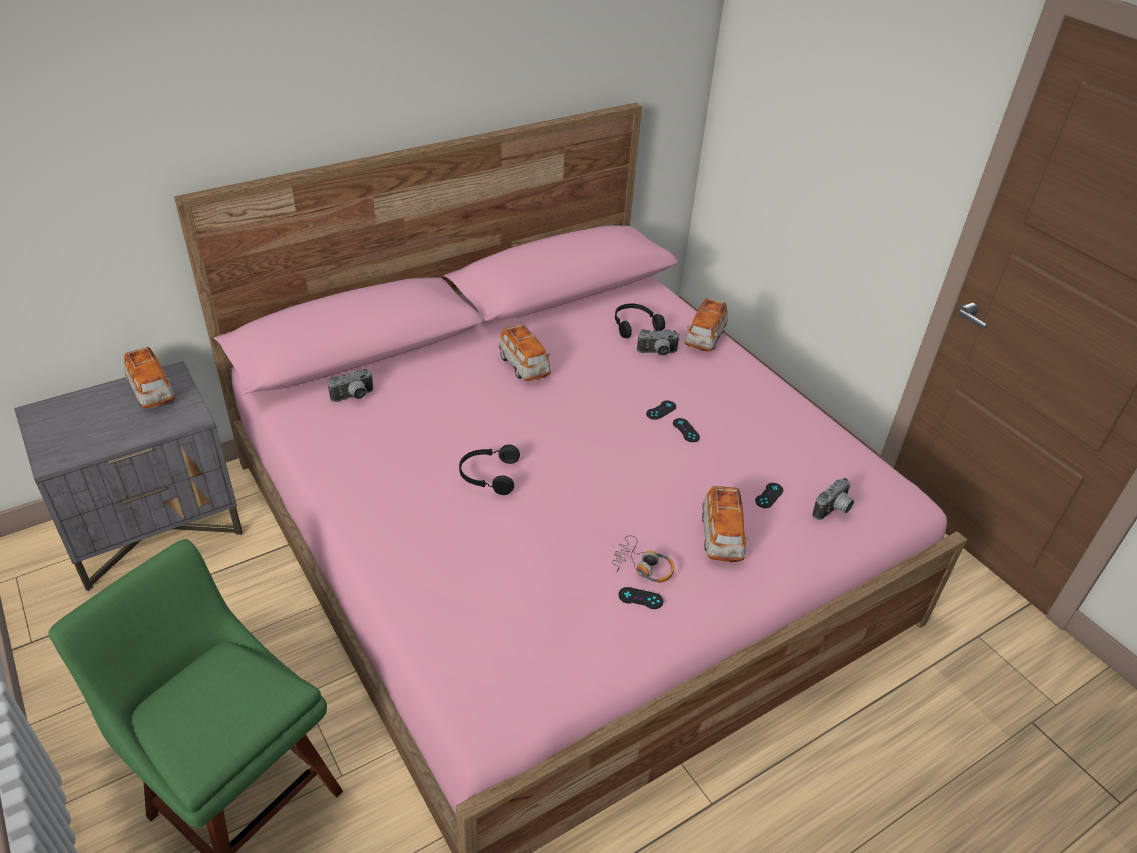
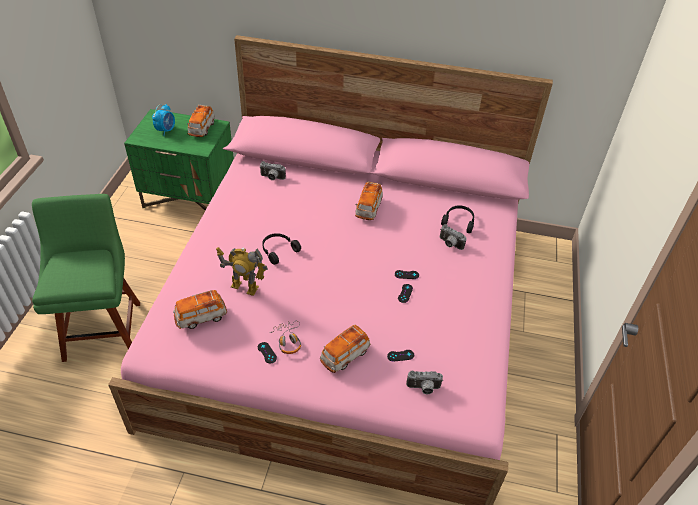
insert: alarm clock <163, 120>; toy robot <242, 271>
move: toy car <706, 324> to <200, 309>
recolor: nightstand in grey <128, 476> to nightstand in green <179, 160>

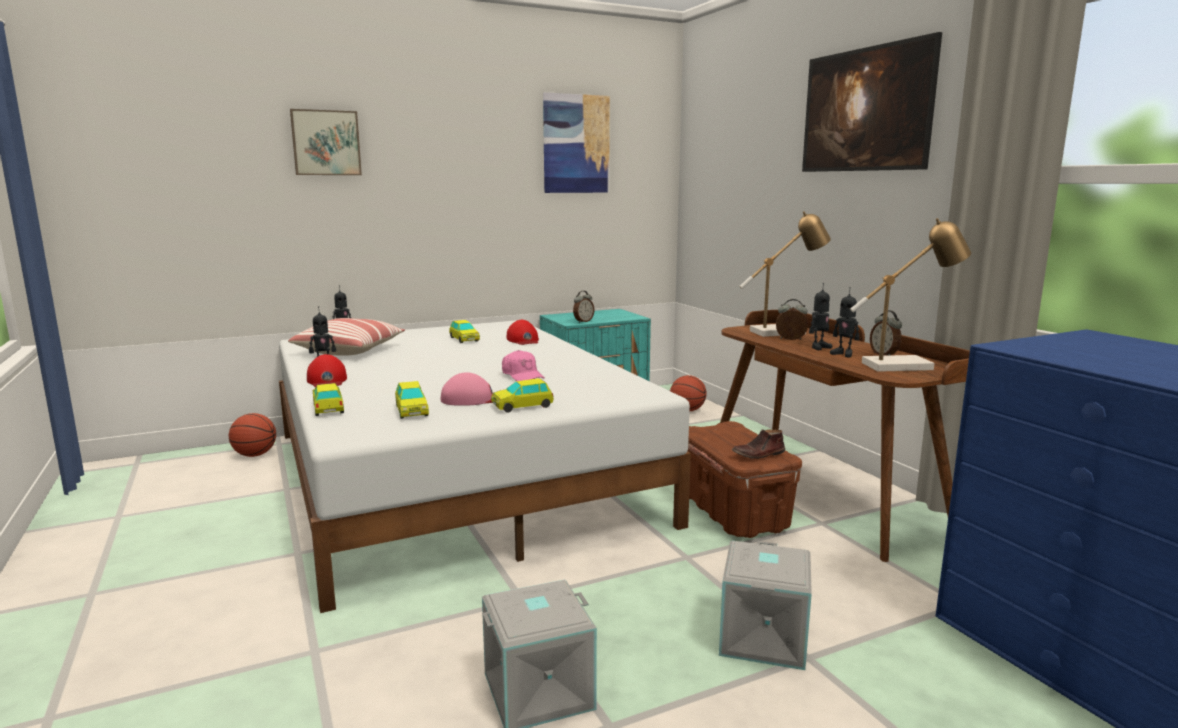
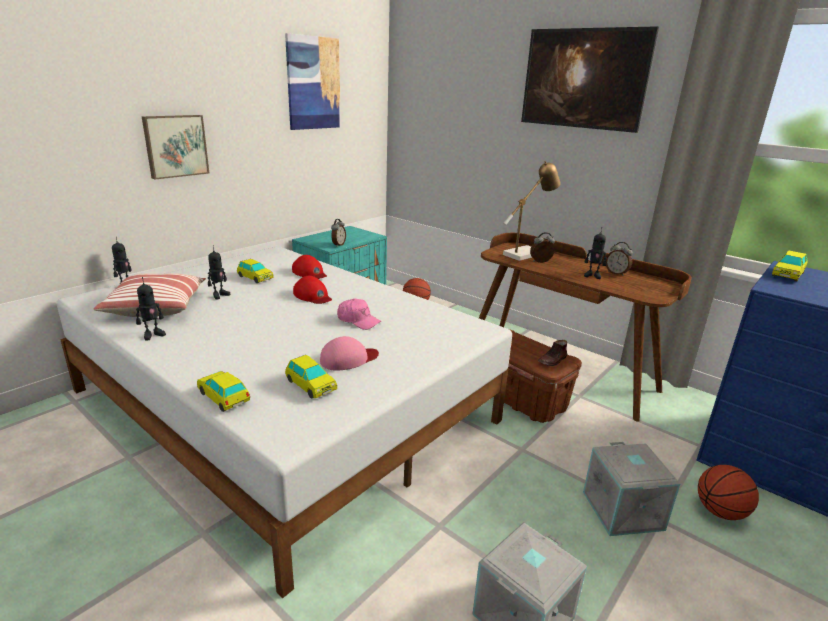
delete: table lamp <910, 295>
move: picture <326, 142> to <175, 147>; toy robot <820, 316> to <219, 272>; cap in red <327, 370> to <312, 290>; toy car <522, 395> to <790, 265>; basketball <252, 435> to <728, 492>

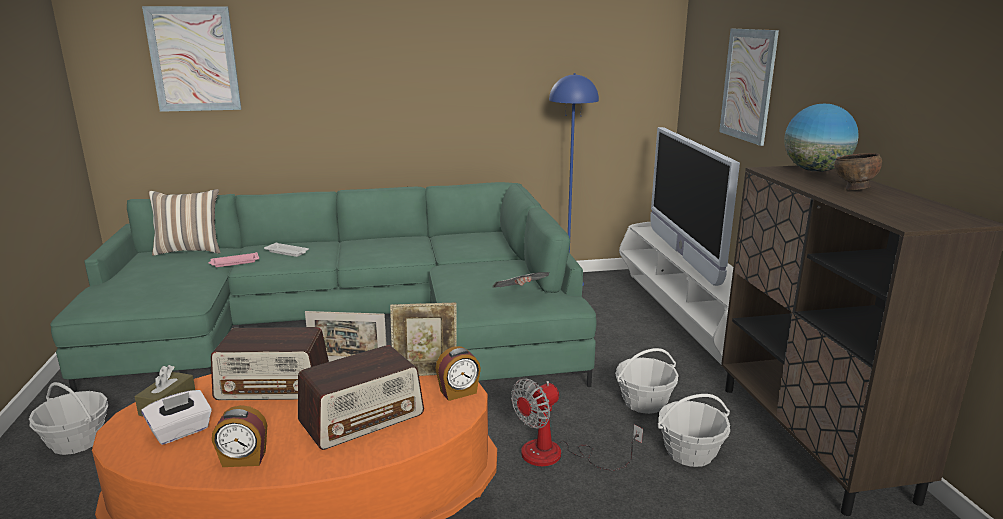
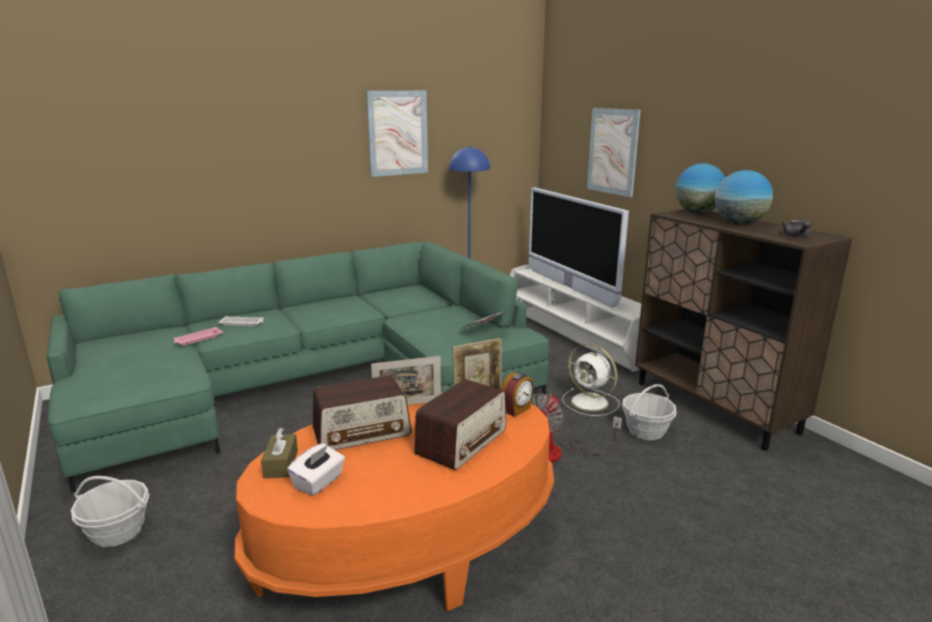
delete: pillow <184, 222>; alarm clock <239, 436>
insert: teapot in grey <796, 228>
move: picture <191, 59> to <397, 134>
replace: bowl in brown <858, 171> to globe <744, 197>; basket <647, 381> to fan in white <591, 379>

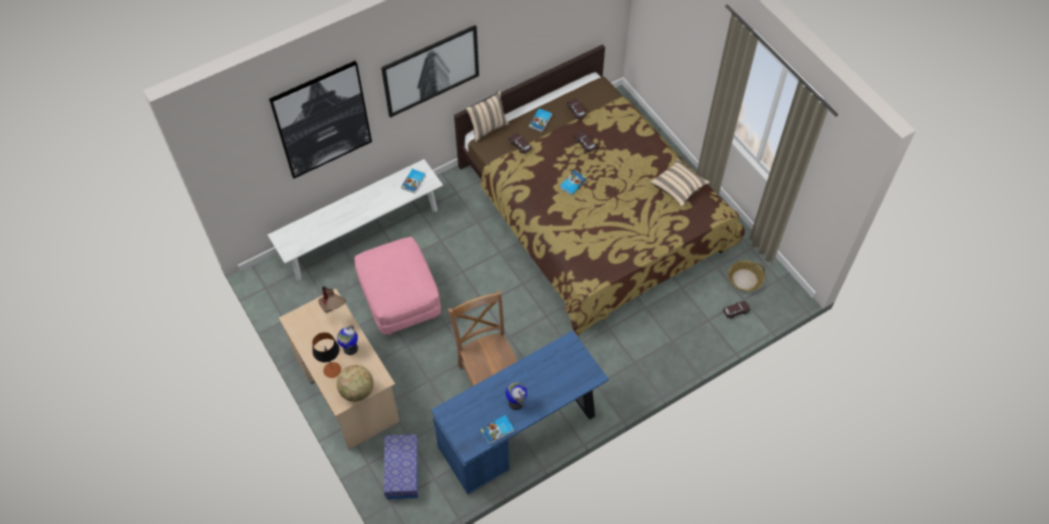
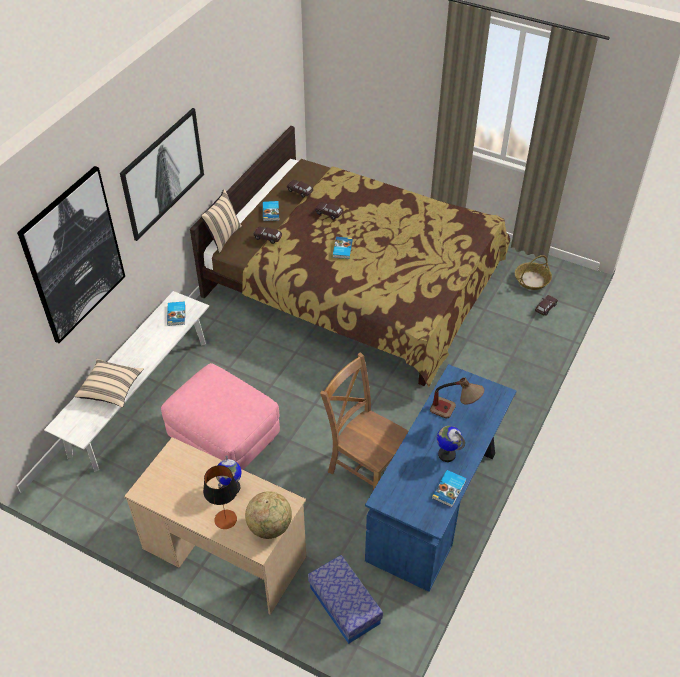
move: pillow in beige <680, 182> to <109, 383>; table lamp <332, 299> to <457, 398>

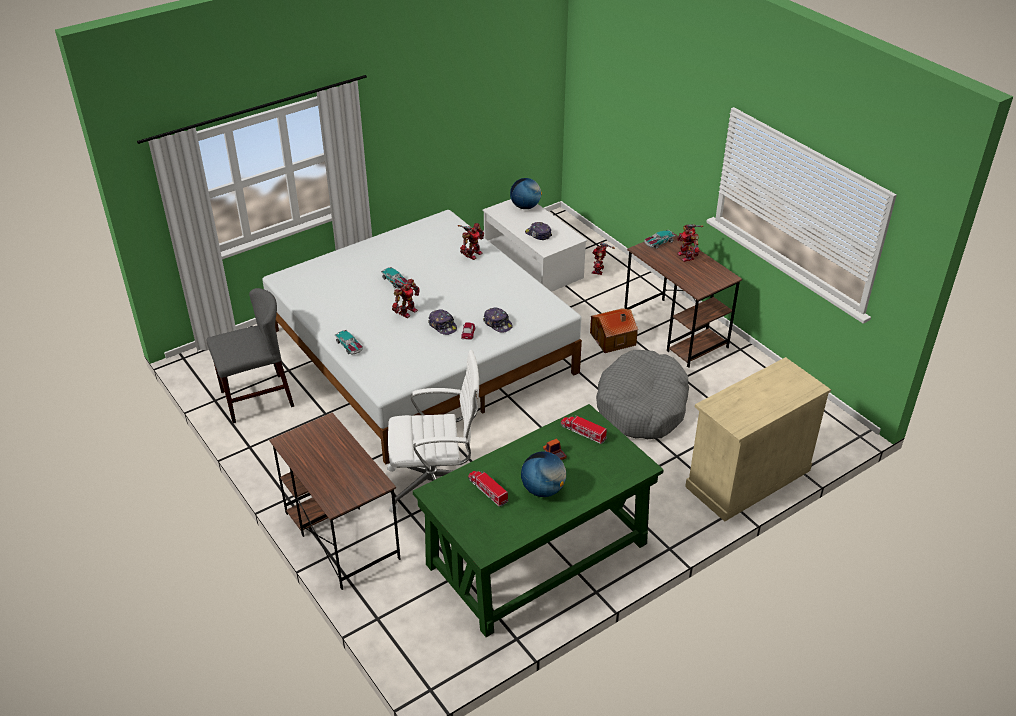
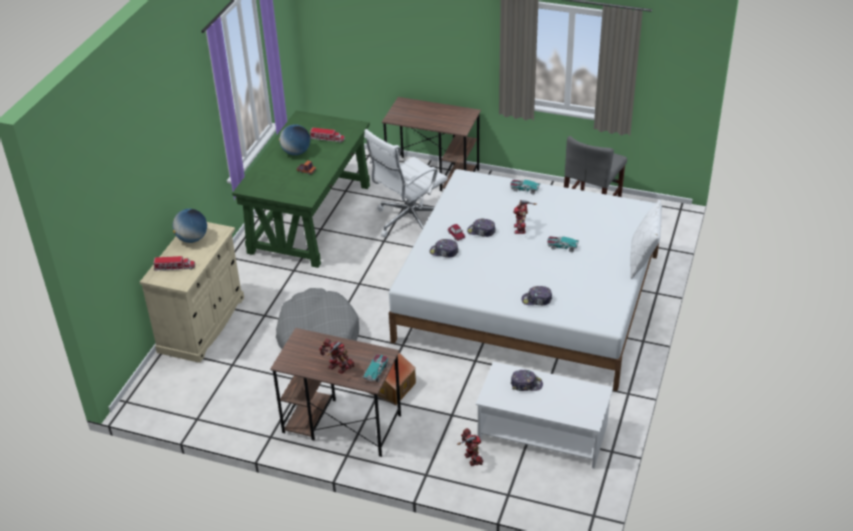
insert: pillow in white <646, 239>
move: globe <526, 193> to <189, 226>; toy truck <584, 429> to <174, 263>
replace: toy robot <471, 241> to cap <537, 295>

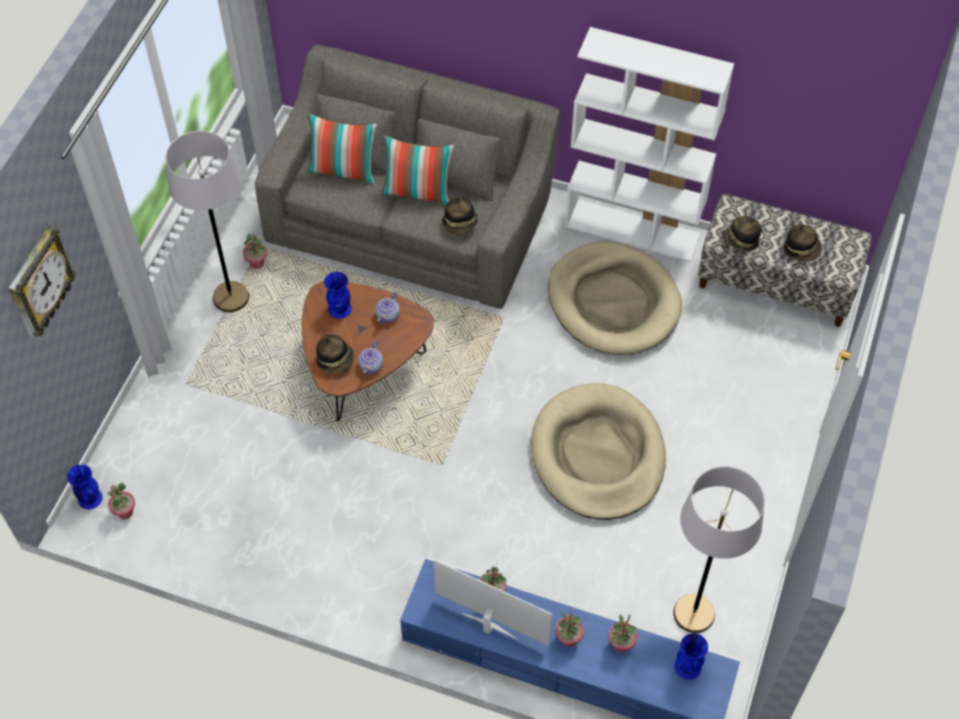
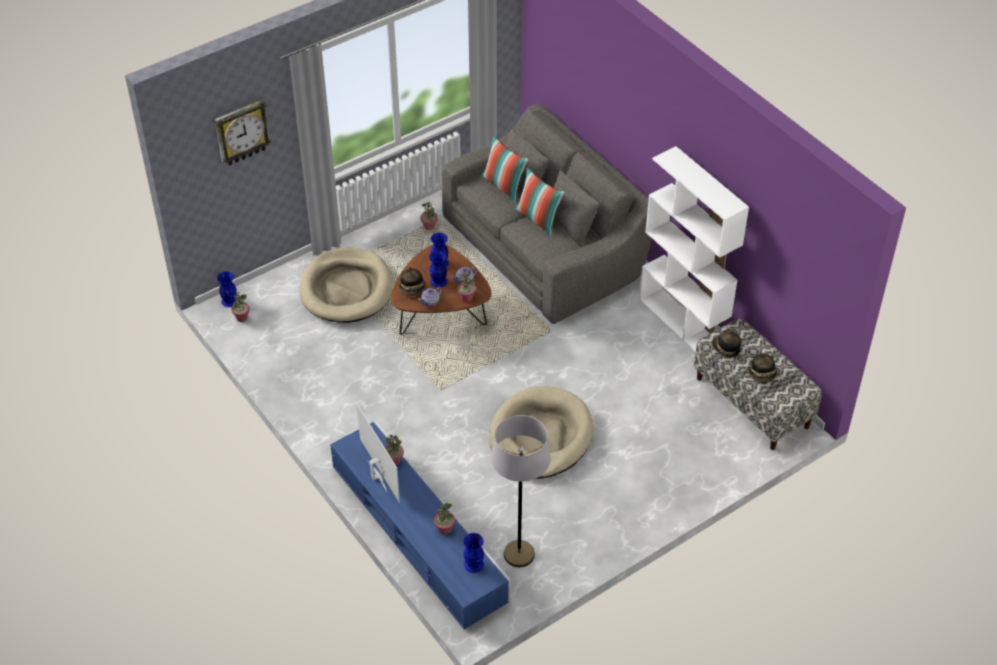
delete: floor lamp in grey <207, 221>; hat <460, 216>
insert: vase in blue <438, 269>
move: dog bed in beige <615, 298> to <346, 285>; potted plant <569, 627> to <466, 286>

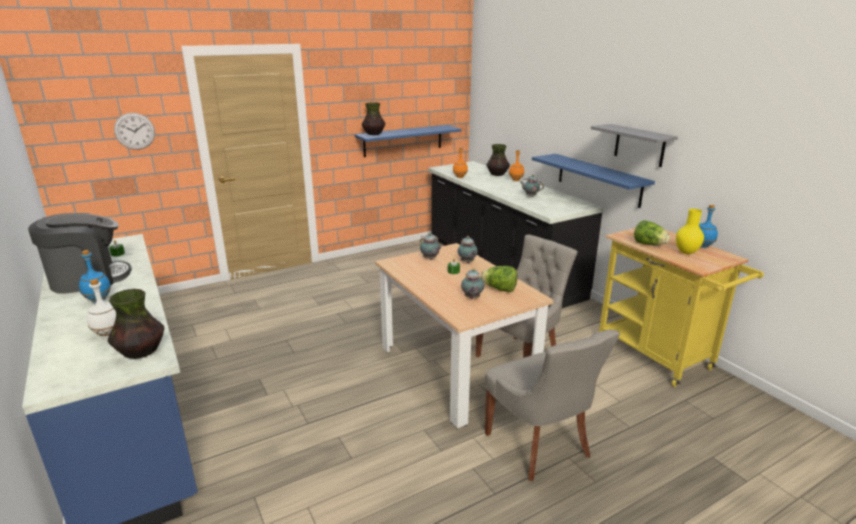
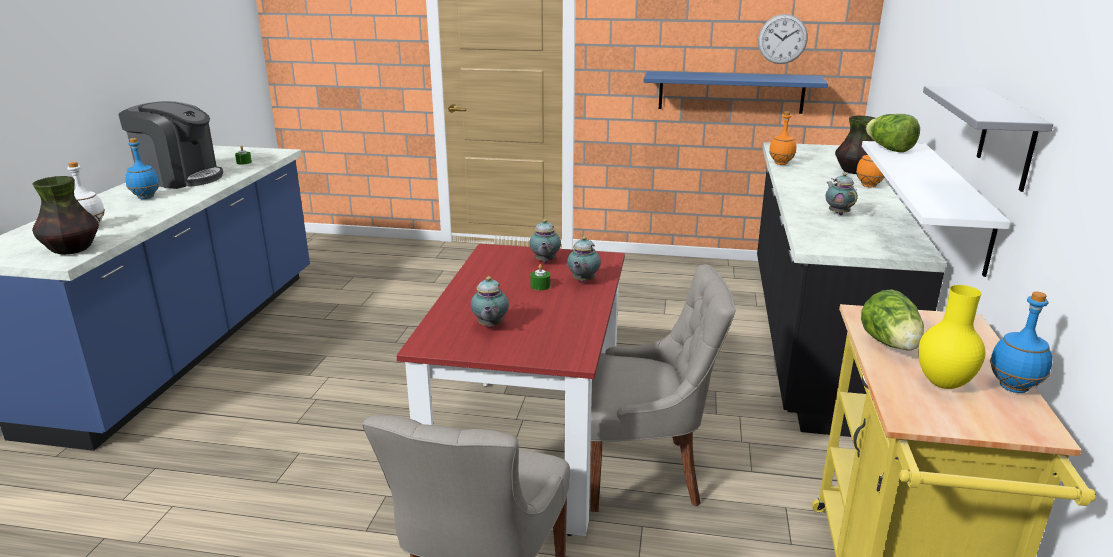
delete: vase <373, 118>
move: wall clock <134, 131> to <783, 39>; lettuce <499, 279> to <893, 133>
recolor: shelf in blue <593, 181> to shelf in white <936, 209>; dining table in beige <464, 335> to dining table in red <510, 390>
rotate: teapot <472, 283> = <490, 302> 45 degrees counterclockwise

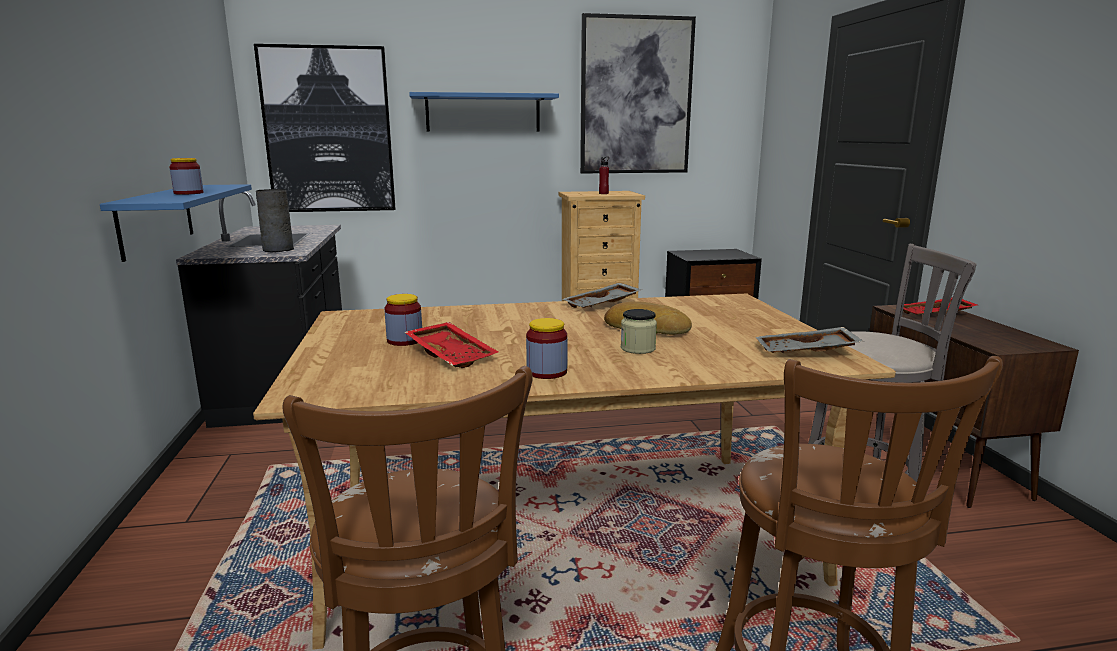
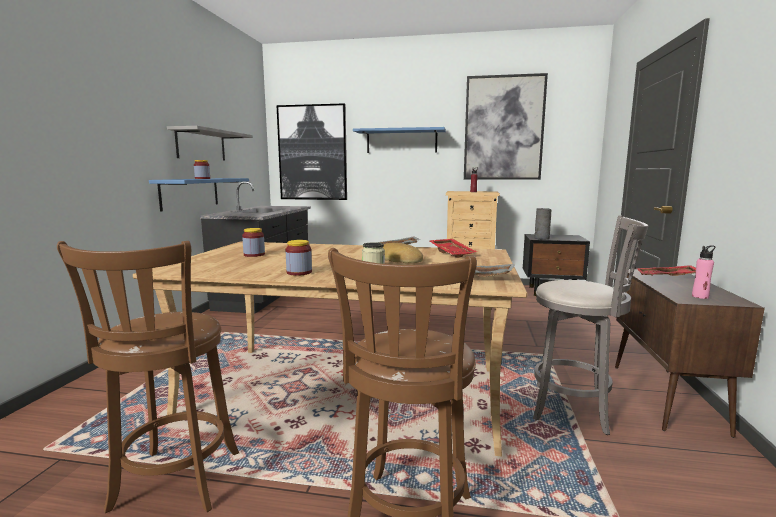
insert: shelf in grey <210, 143>; bottle in pink <703, 272>
move: vase in grey <275, 220> to <543, 224>; tray in red <451, 345> to <453, 248>

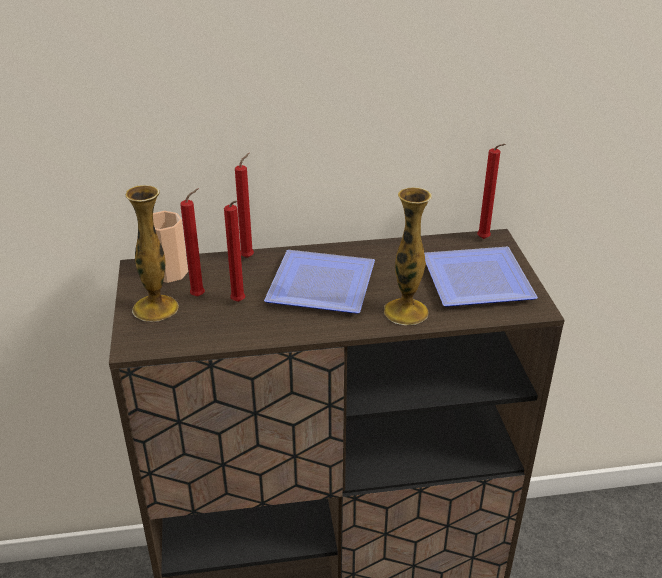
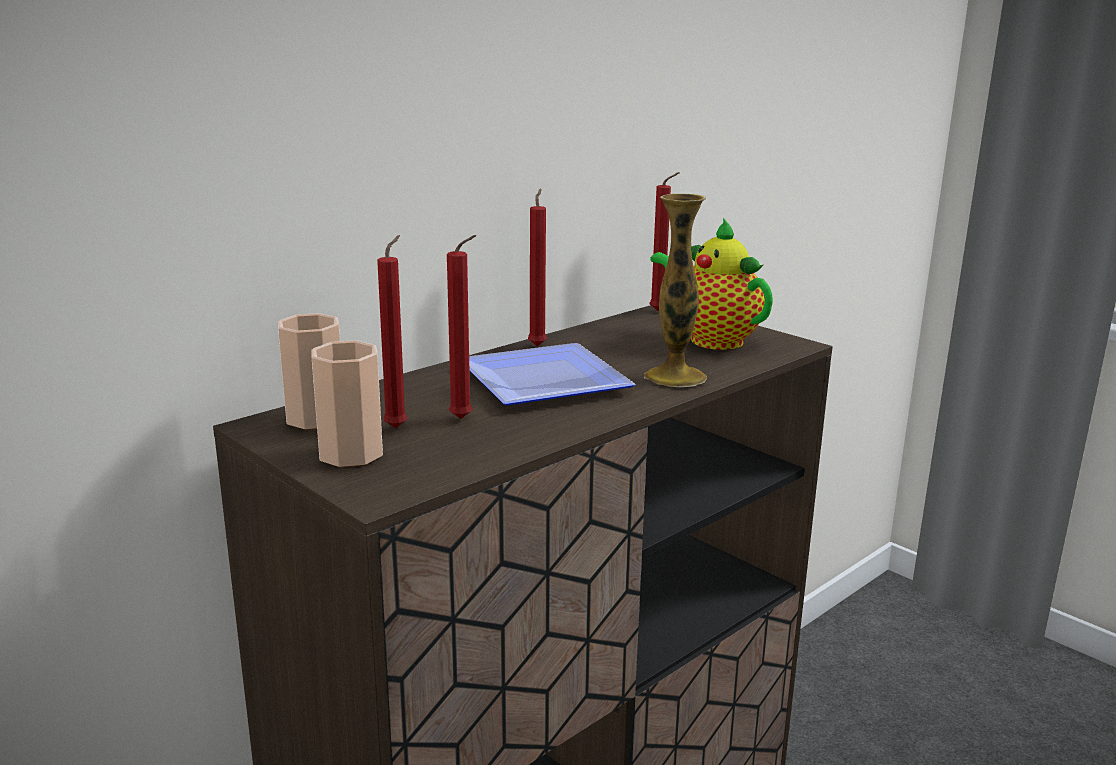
move: candle in red <244, 205> to <537, 267>
replace: vase <152, 253> to cup <347, 403>; plate <481, 277> to teapot <711, 284>

